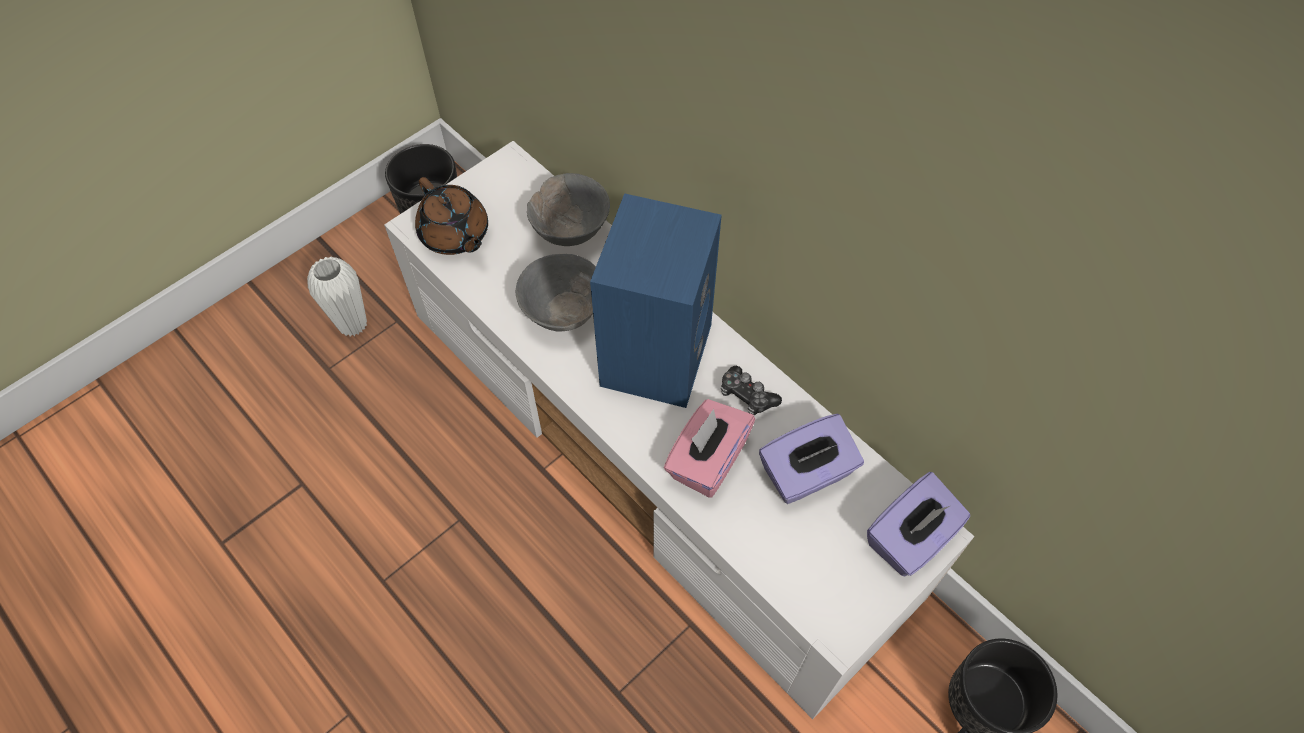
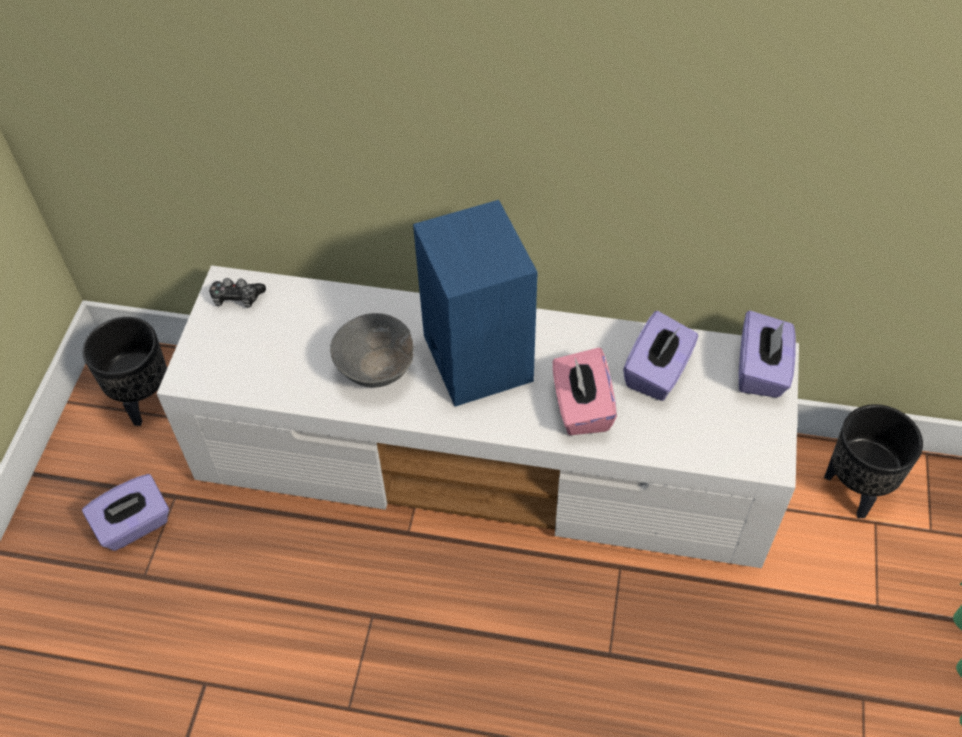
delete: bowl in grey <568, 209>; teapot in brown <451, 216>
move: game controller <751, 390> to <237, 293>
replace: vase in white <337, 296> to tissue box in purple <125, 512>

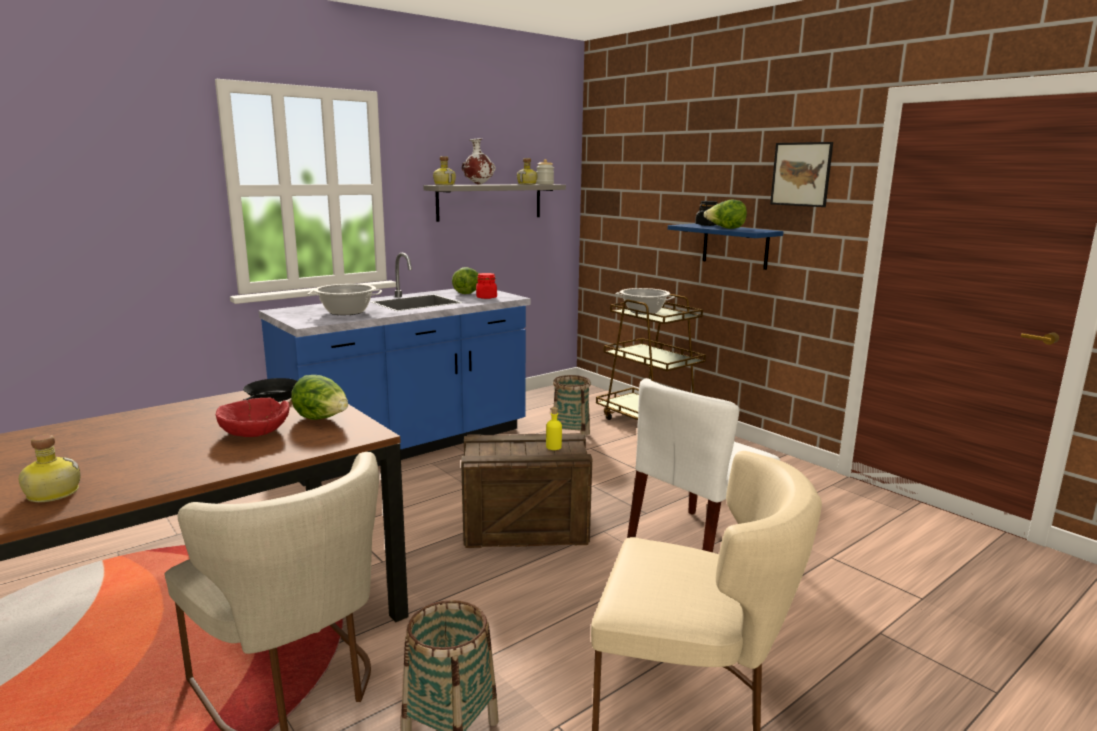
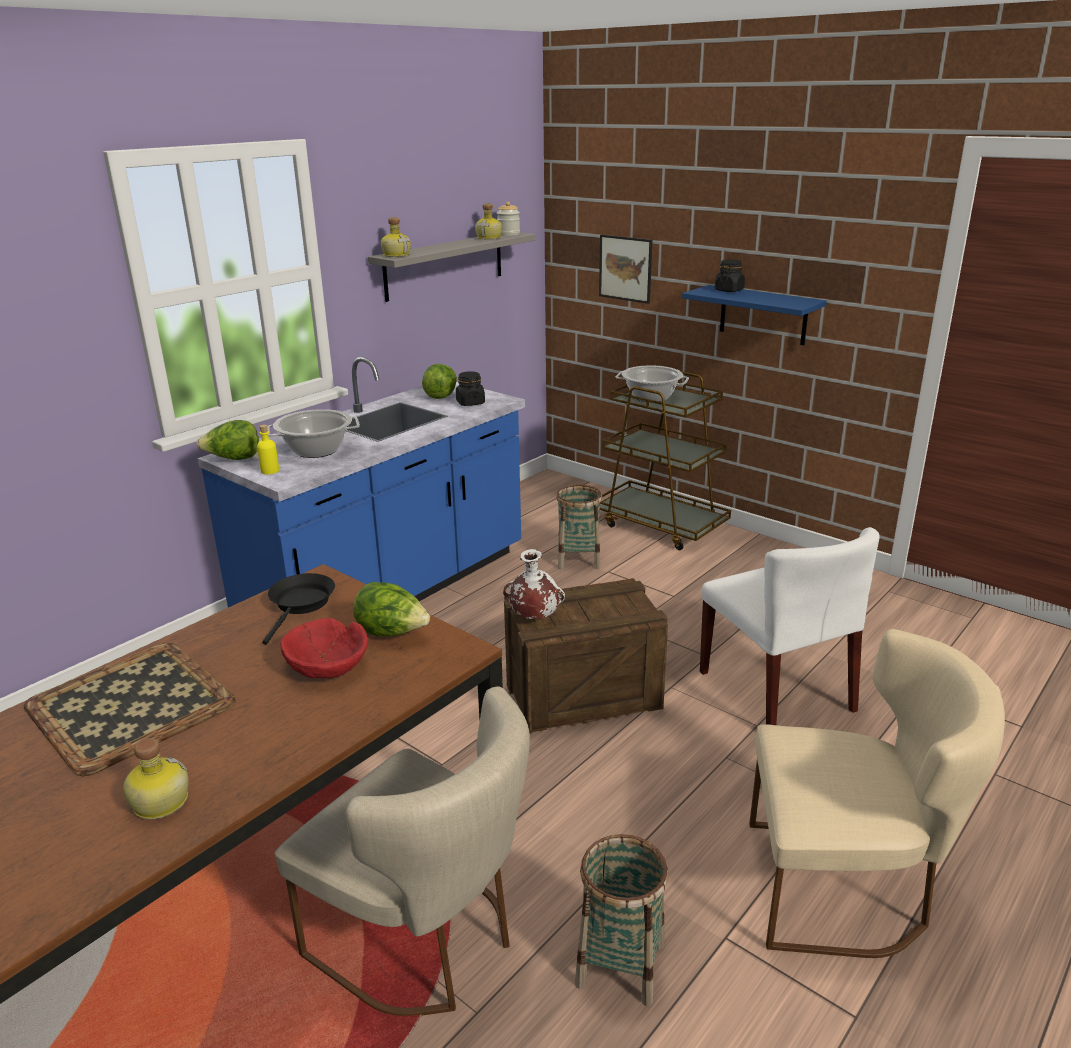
insert: tray <130, 709>
move: vase in white <479, 161> to <534, 584>; picture <801, 174> to <625, 269>; lettuce <725, 214> to <227, 440>; bottle in yellow <554, 428> to <268, 449>
recolor: jar in red <486, 286> to jar in black <470, 388>
rotate: chair in white <703, 465> = <789, 626> 60 degrees counterclockwise

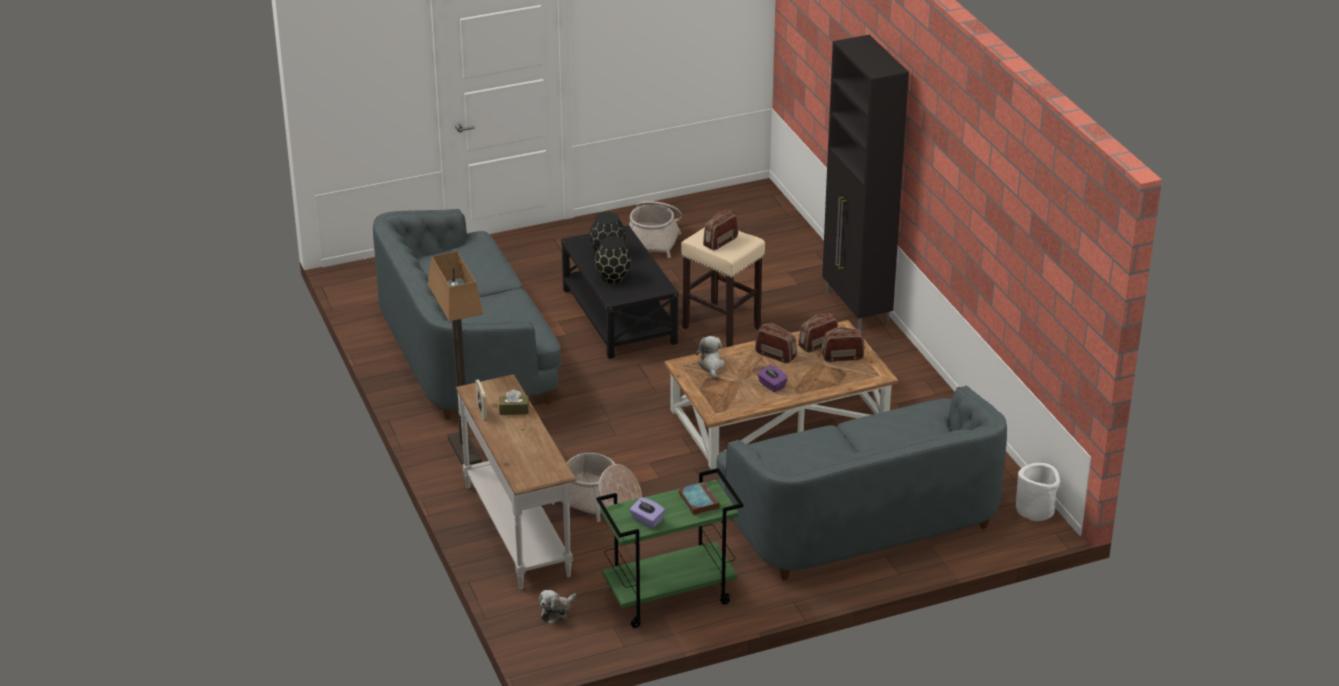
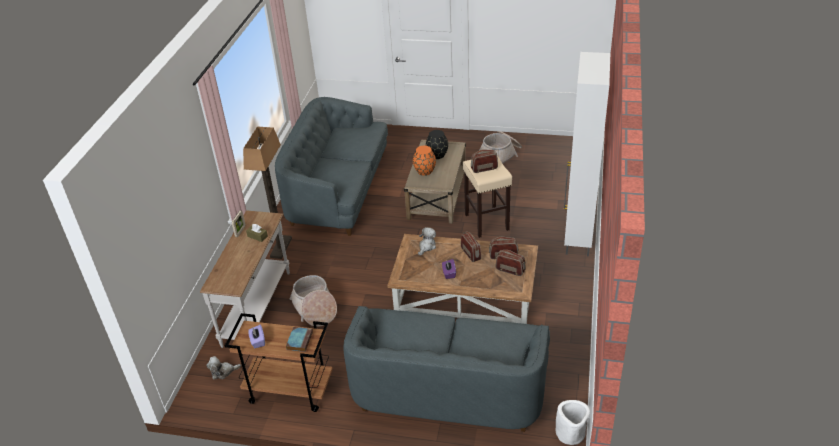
recolor: cabinet in black <865, 182> to cabinet in white <587, 154>; coffee table in black <620, 292> to coffee table in beige <435, 182>; vase in black <613, 260> to vase in orange <424, 160>; cart in green <670, 548> to cart in brown <279, 362>

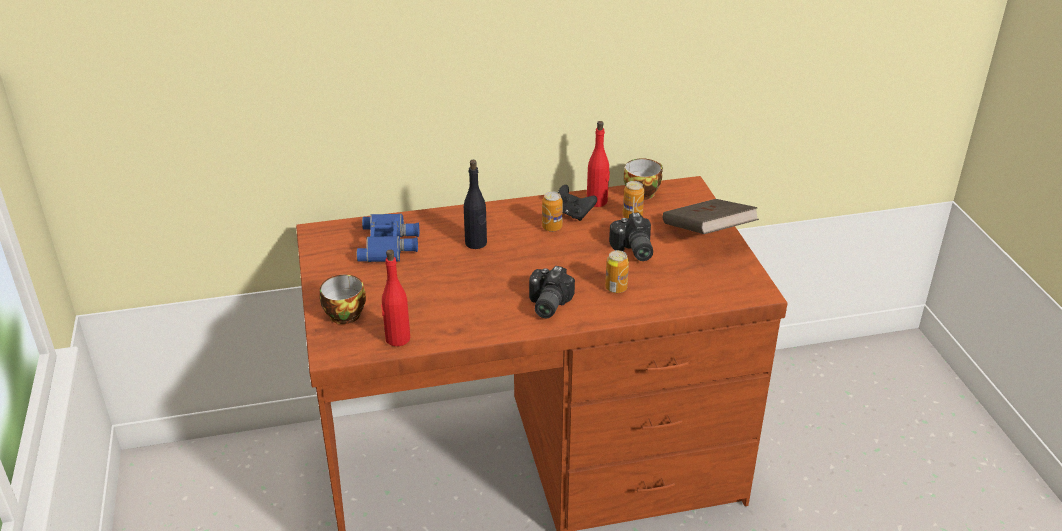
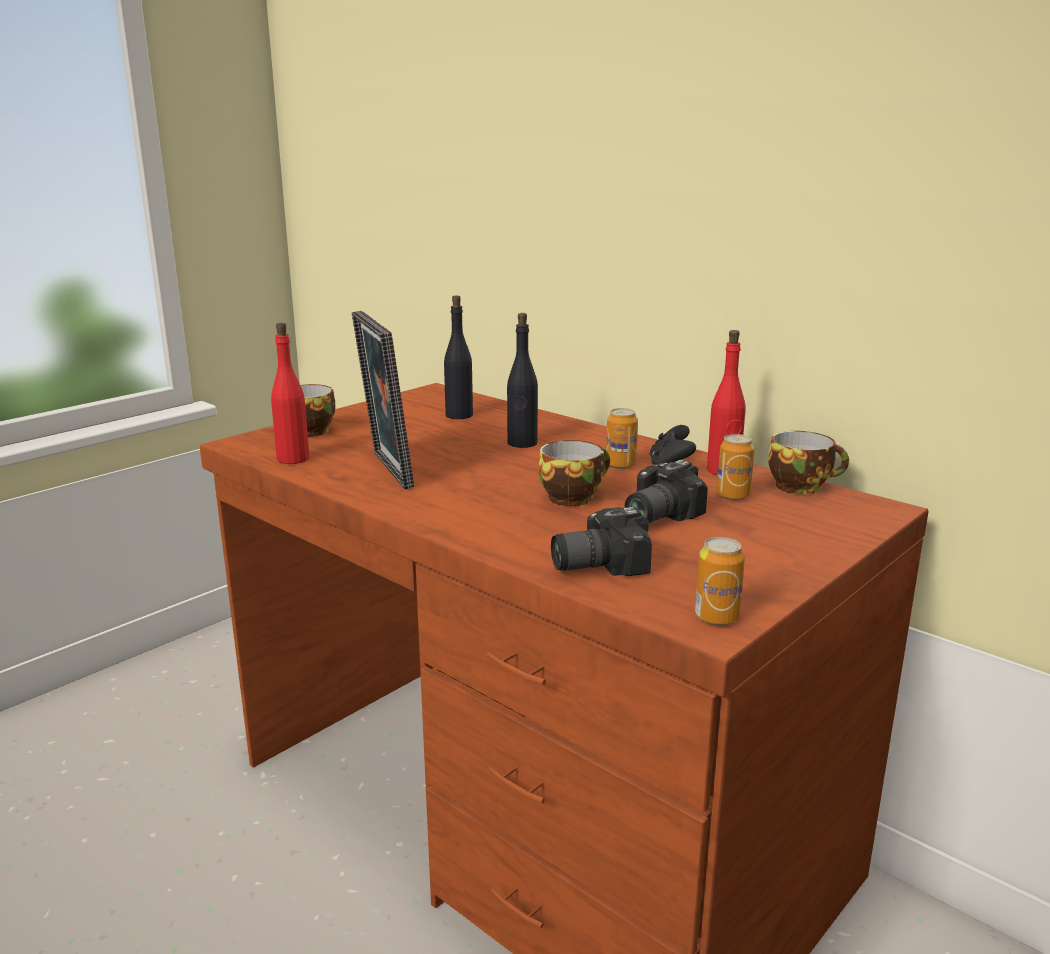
delete: book in brown <711, 216>
insert: picture frame <383, 400>; cup <574, 473>
move: can <617, 271> to <720, 581>; photo camera <552, 292> to <601, 541>
replace: binoculars in blue <388, 238> to bottle in black <458, 357>

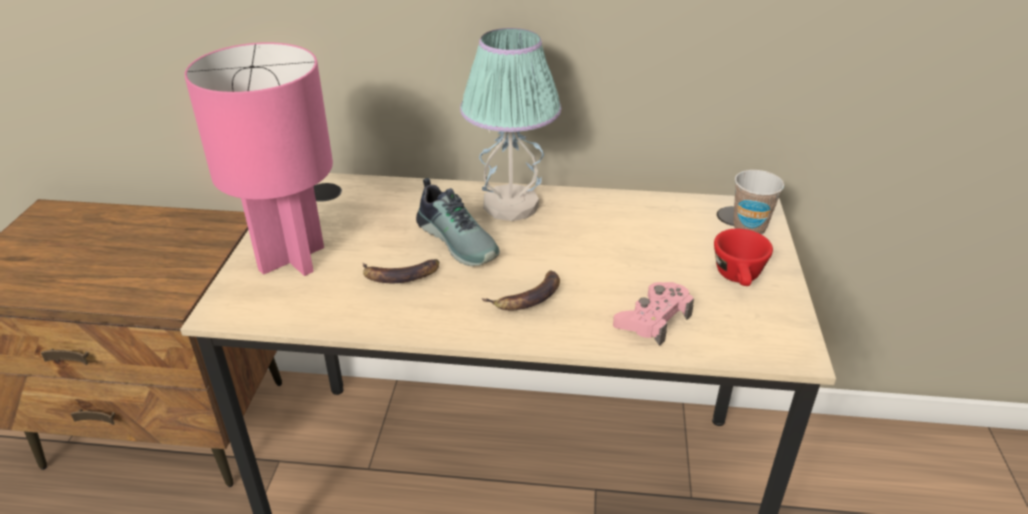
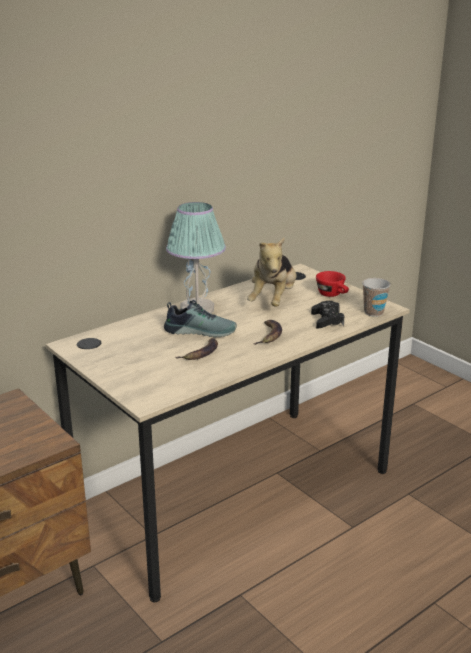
delete: table lamp in pink <259, 159>
insert: plush toy <272, 272>
move: cup <758, 202> to <376, 297>
recolor: game controller in pink <653, 314> to game controller in black <327, 315>

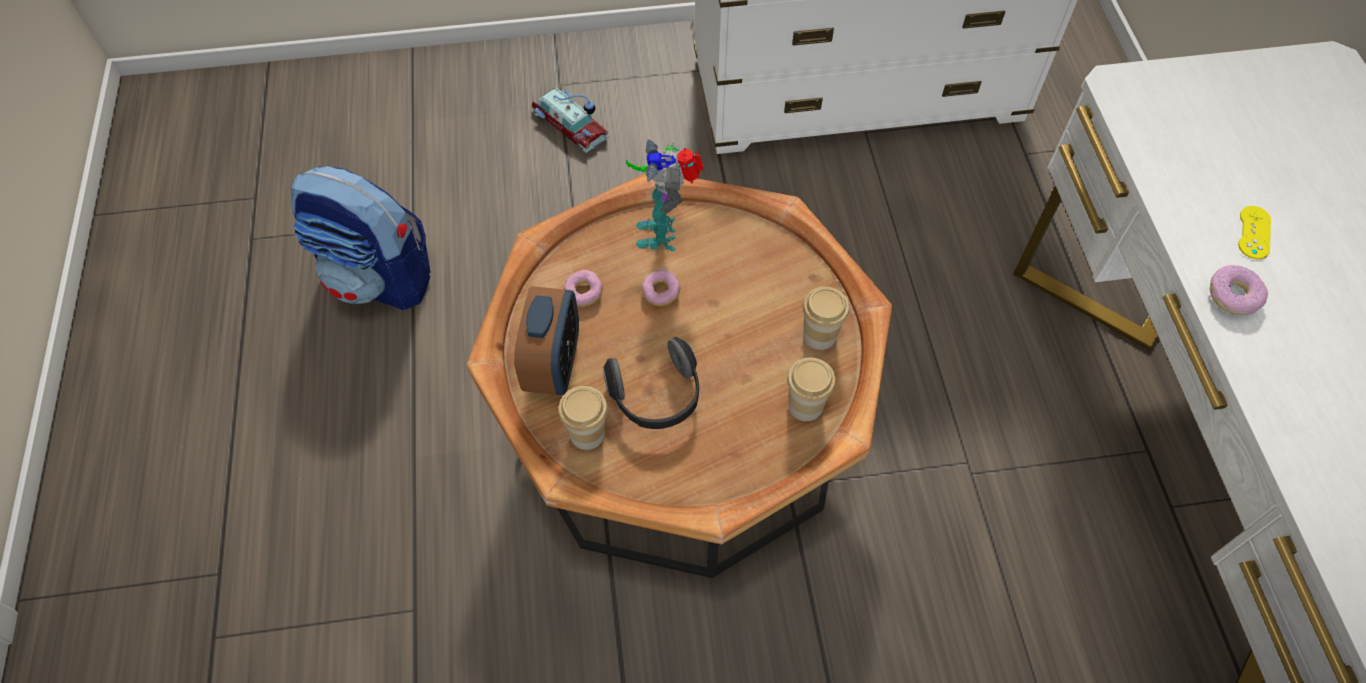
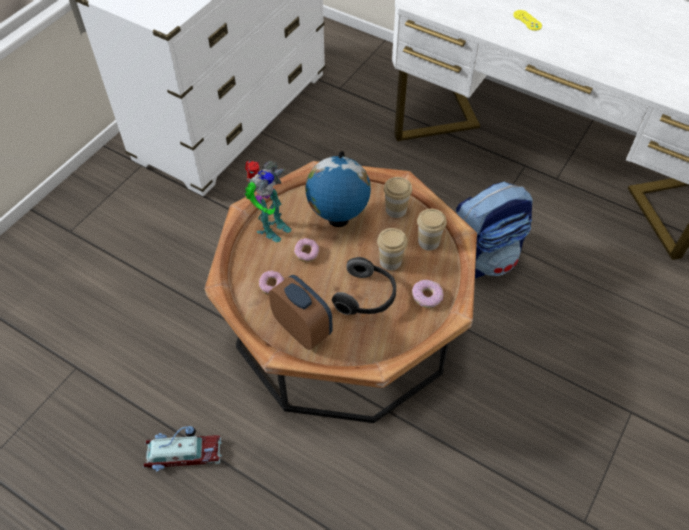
insert: globe <338, 189>
move: toy car <570, 120> to <182, 448>; backpack <360, 238> to <494, 230>; donut <1239, 290> to <428, 294>; cup <583, 418> to <392, 249>
rotate: toy robot <665, 195> = <268, 201> 90 degrees counterclockwise

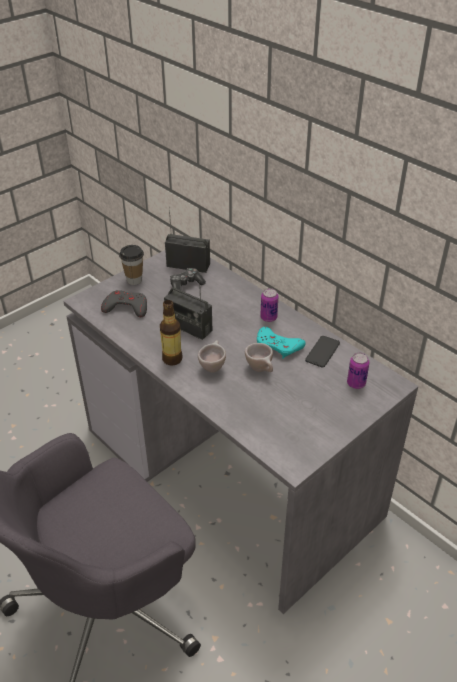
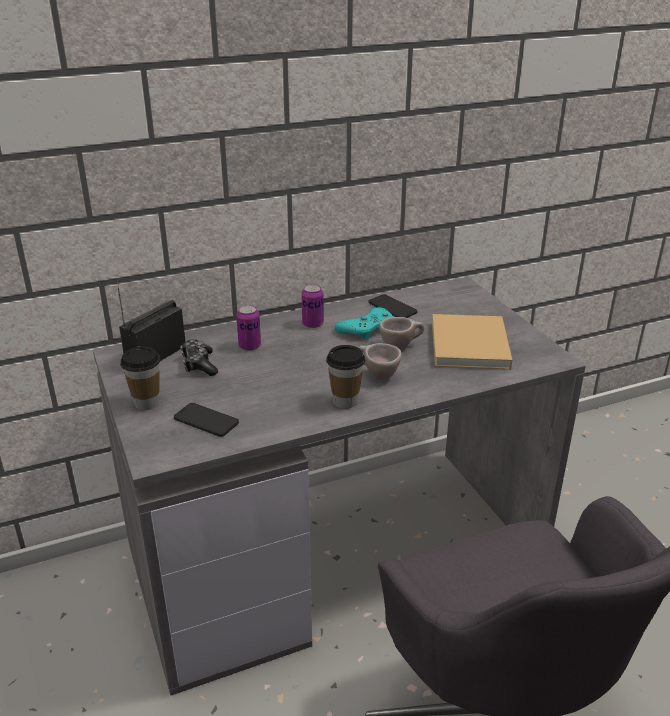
delete: radio <188, 310>
insert: book in beige <472, 342>
move: can <358, 371> to <248, 328>
replace: game controller in grey <124, 303> to phone <206, 420>; bottle <171, 332> to cup <345, 377>

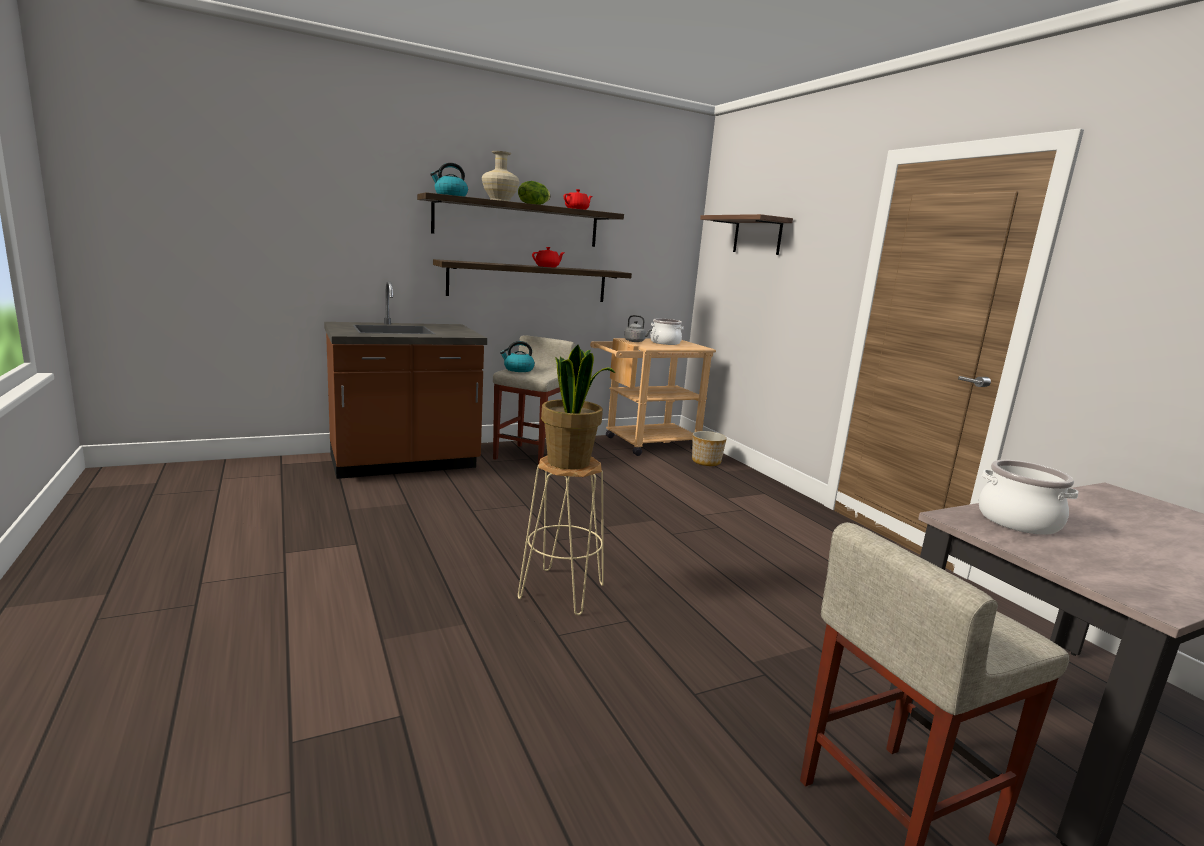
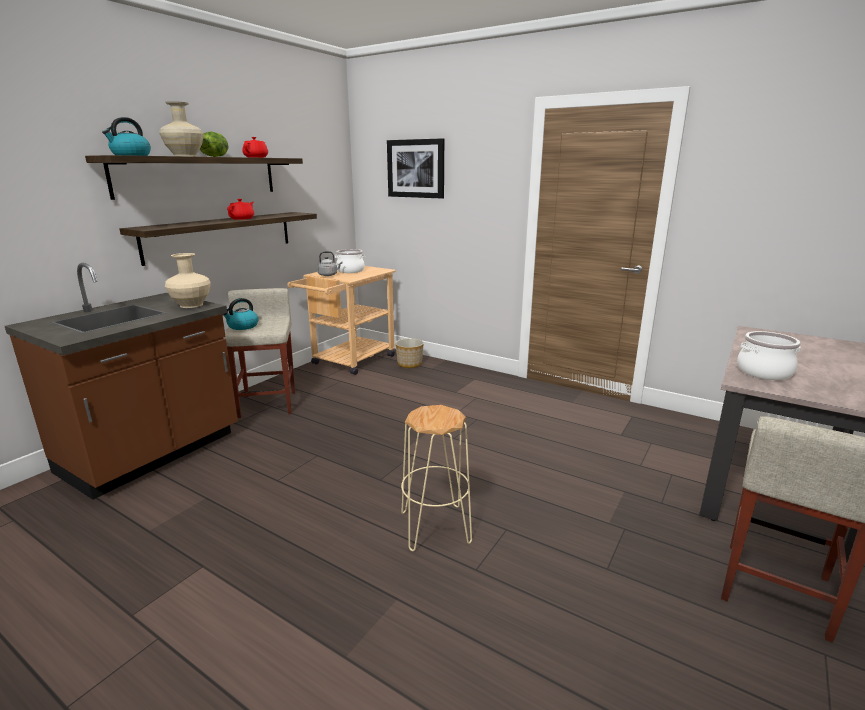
delete: potted plant <578, 407>
insert: vase in beige <188, 280>
replace: shelf <746, 234> to picture <415, 168>

